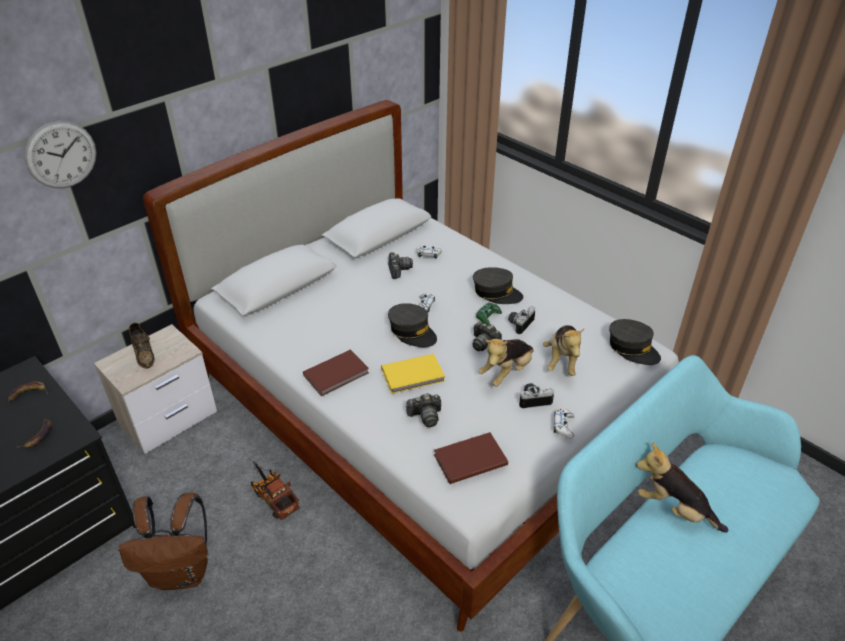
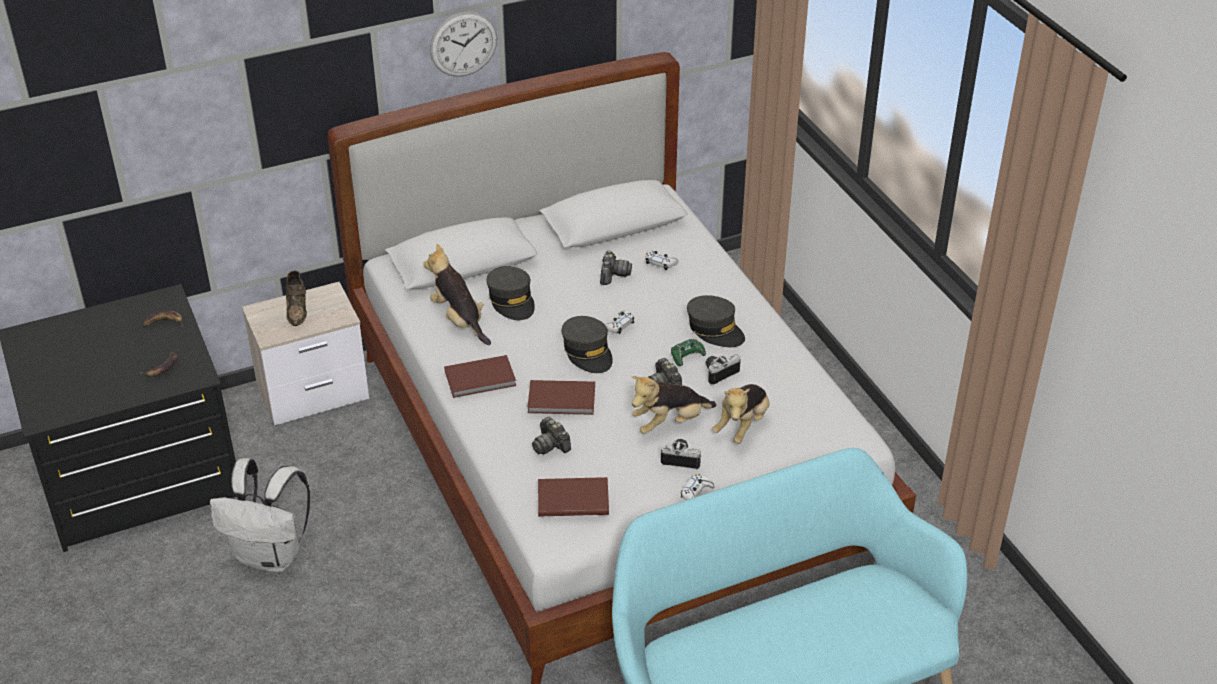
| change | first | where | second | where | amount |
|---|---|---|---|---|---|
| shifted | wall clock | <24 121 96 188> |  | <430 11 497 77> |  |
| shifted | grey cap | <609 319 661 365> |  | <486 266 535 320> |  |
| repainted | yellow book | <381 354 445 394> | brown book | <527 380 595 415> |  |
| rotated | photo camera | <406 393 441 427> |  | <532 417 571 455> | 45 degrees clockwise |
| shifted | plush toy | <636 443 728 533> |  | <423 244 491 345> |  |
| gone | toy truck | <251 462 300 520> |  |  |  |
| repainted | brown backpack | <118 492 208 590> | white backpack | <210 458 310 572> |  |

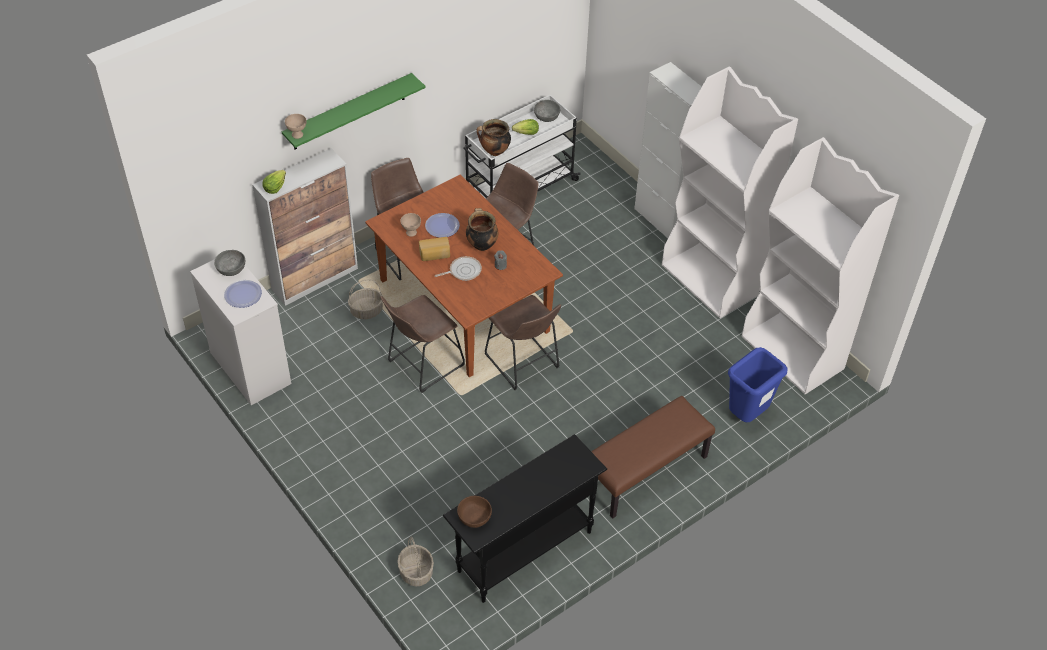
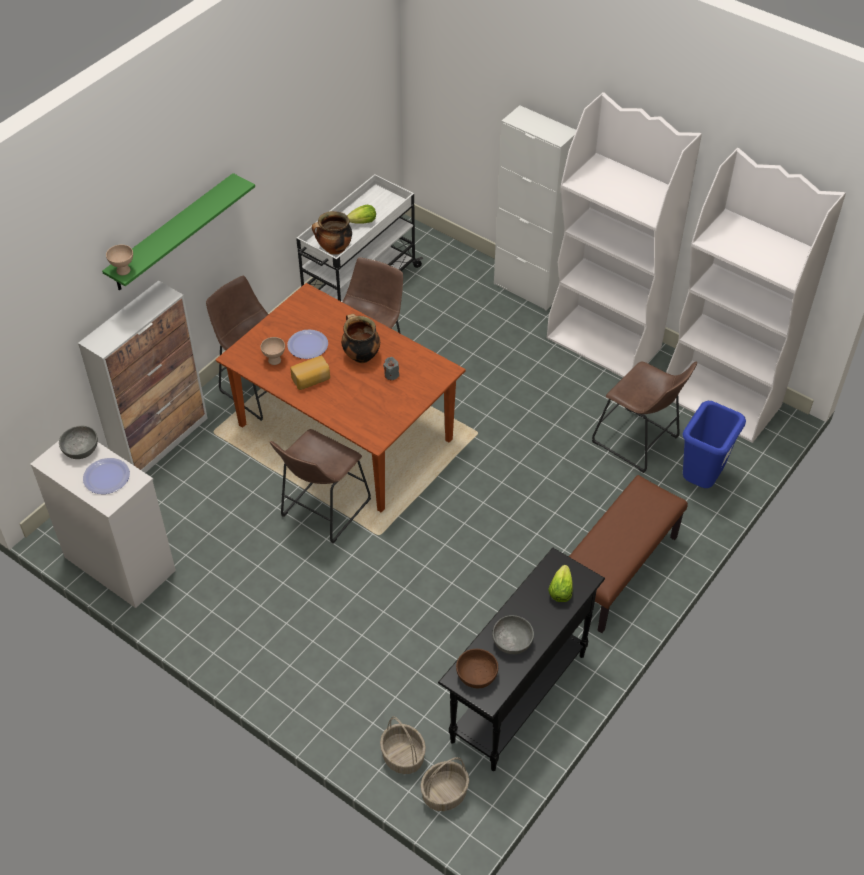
| change | first | where | second | where | amount |
|---|---|---|---|---|---|
| shifted | grey bowl | <534 100 560 122> |  | <492 615 534 654> |  |
| shifted | lettuce | <262 170 286 194> |  | <548 565 573 602> |  |
| gone | frying pan | <435 256 482 281> |  |  |  |
| shifted | basket | <348 279 383 319> |  | <420 757 469 811> |  |
| shifted | brown stool | <485 295 561 390> |  | <592 361 697 473> |  |

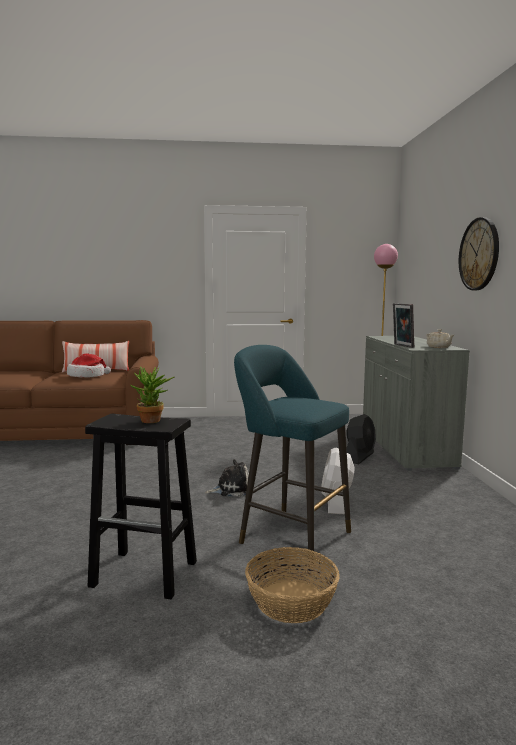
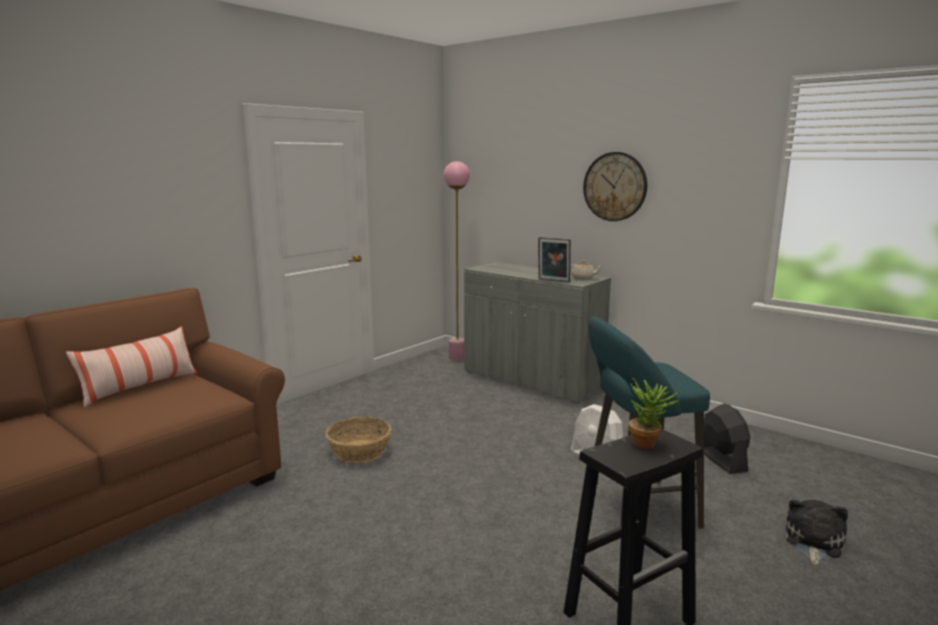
| change | first | where | second | where | amount |
|---|---|---|---|---|---|
| gone | hat | <67 354 111 378> |  |  |  |
| shifted | black fan | <346 414 376 464> |  | <704 403 750 474> |  |
| shifted | plush toy | <205 459 249 497> |  | <786 500 848 565> |  |
| shifted | basket | <245 547 340 623> |  | <326 417 391 463> |  |

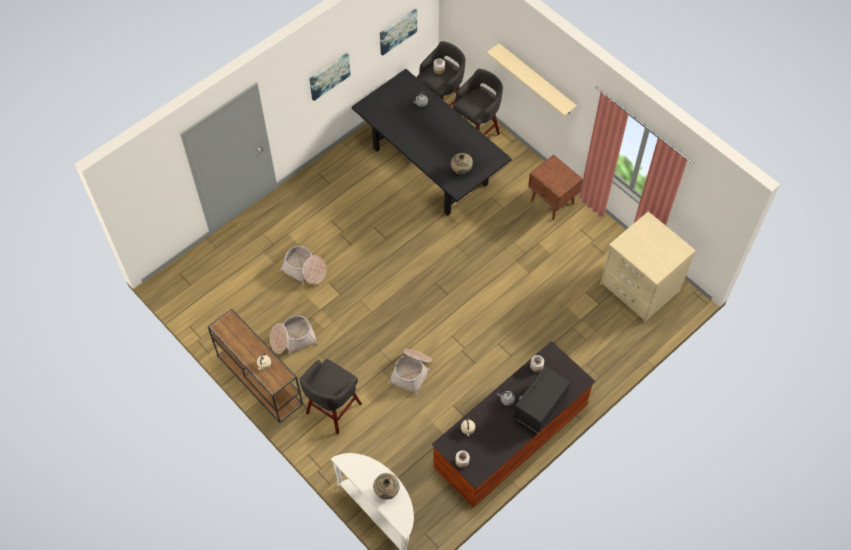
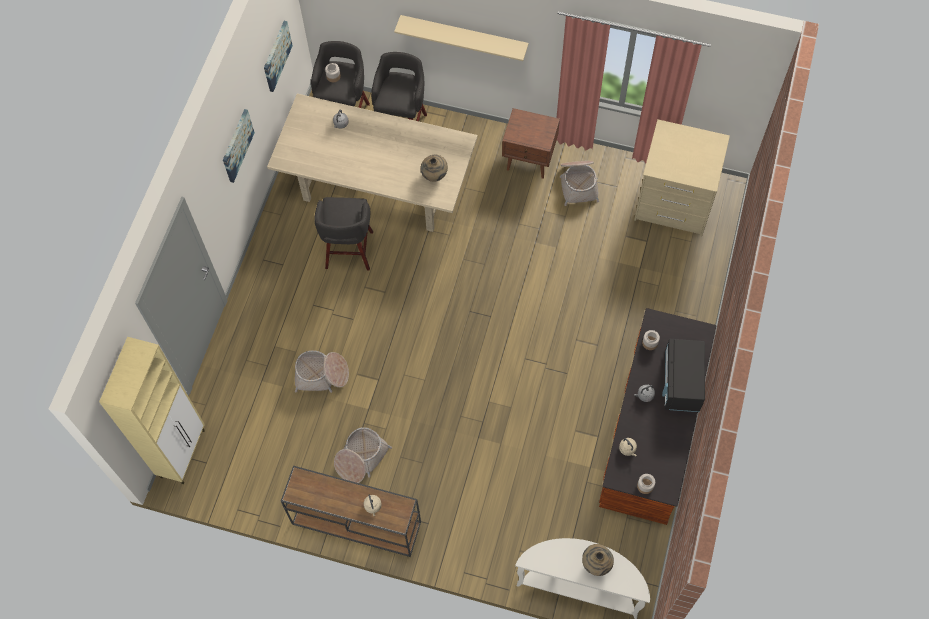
| change | first | where | second | where | amount |
|---|---|---|---|---|---|
| repainted | black dining table | <352 69 512 215> | beige dining table | <267 94 477 232> |  |
| shifted | basket | <388 349 432 396> |  | <560 161 599 206> |  |
| shifted | grey stool | <300 359 362 434> |  | <314 197 373 271> |  |
| new |  |  | beige cabinet | <99 337 205 484> |  |

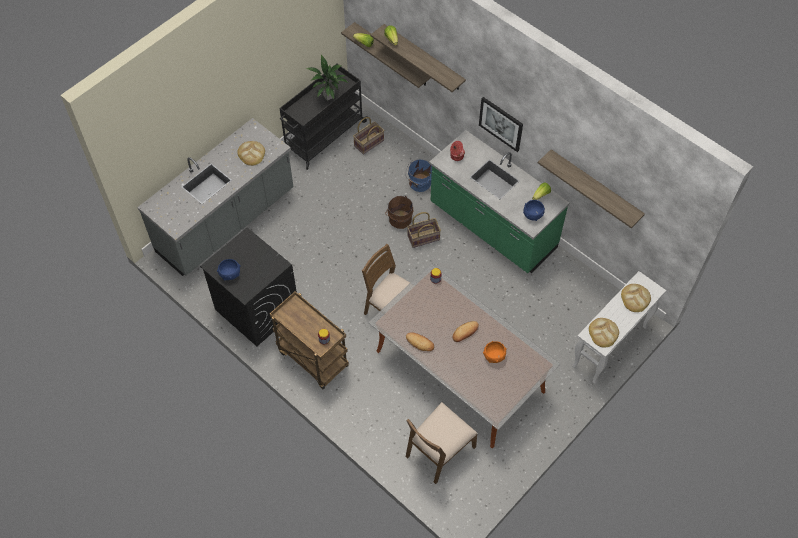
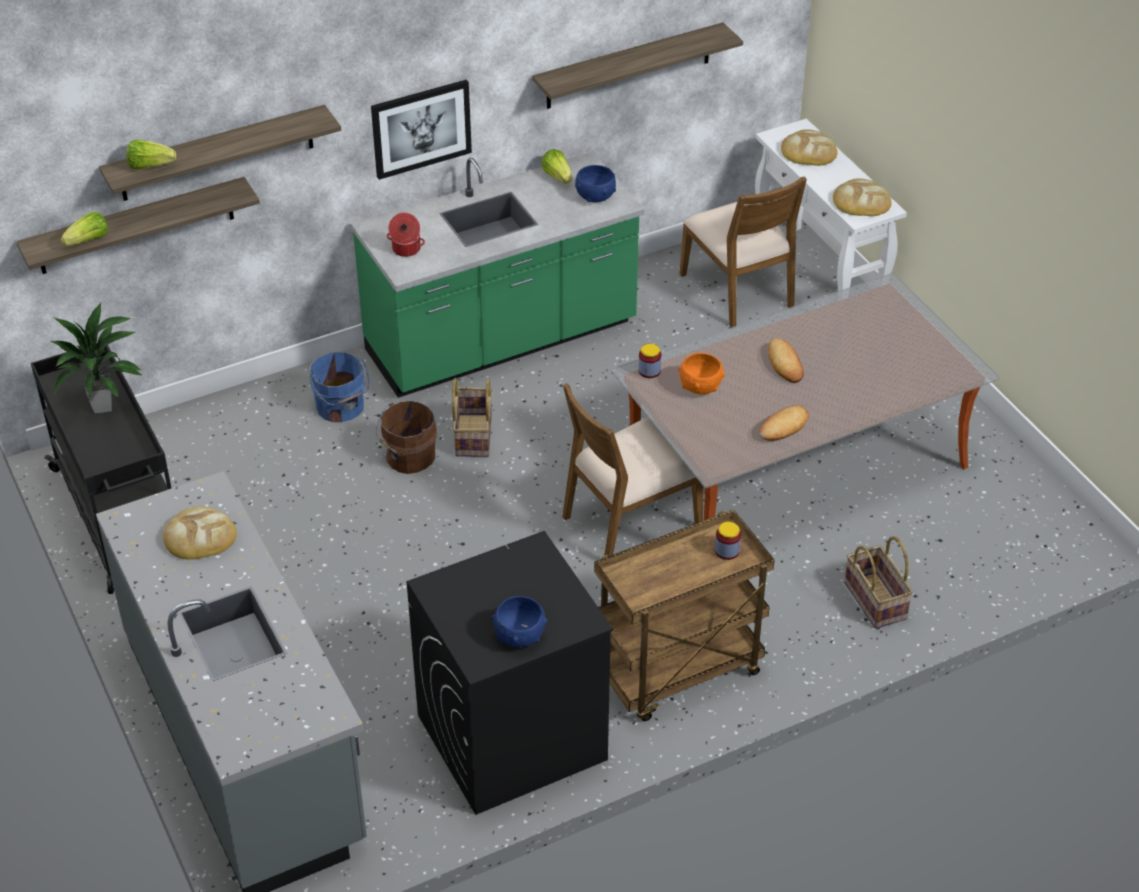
| change | first | where | second | where | amount |
|---|---|---|---|---|---|
| shifted | basket | <353 117 384 155> |  | <844 536 913 629> |  |
| shifted | orange bowl | <483 341 507 363> |  | <678 353 725 394> |  |
| shifted | brown chair | <406 402 478 484> |  | <680 176 807 327> |  |

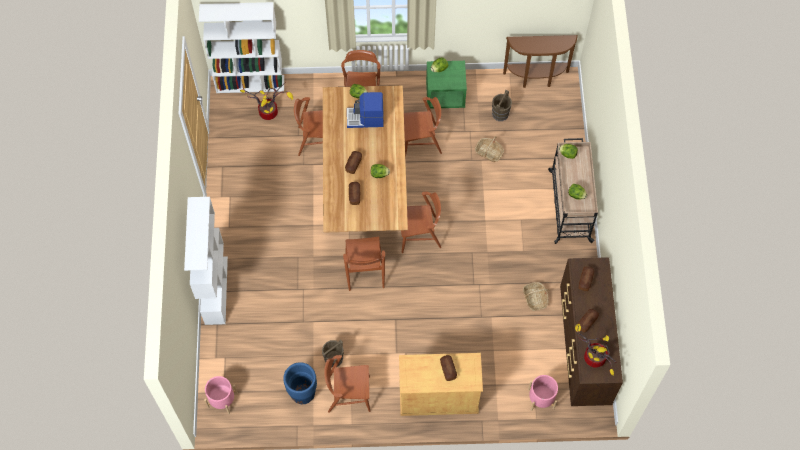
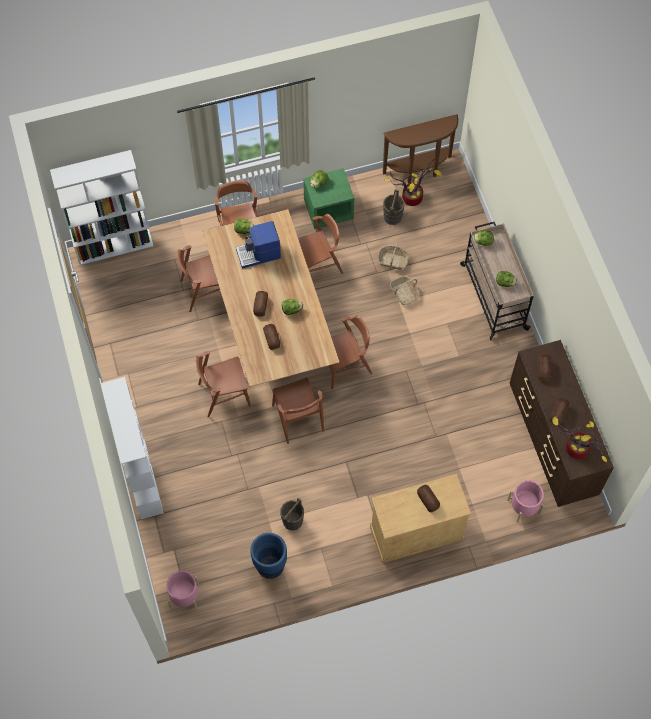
| change | first | where | second | where | amount |
|---|---|---|---|---|---|
| shifted | potted plant | <240 82 293 120> |  | <384 158 442 206> |  |
| shifted | basket | <523 282 549 311> |  | <390 276 419 305> |  |
| shifted | brown chair | <324 355 370 413> |  | <196 351 251 418> |  |

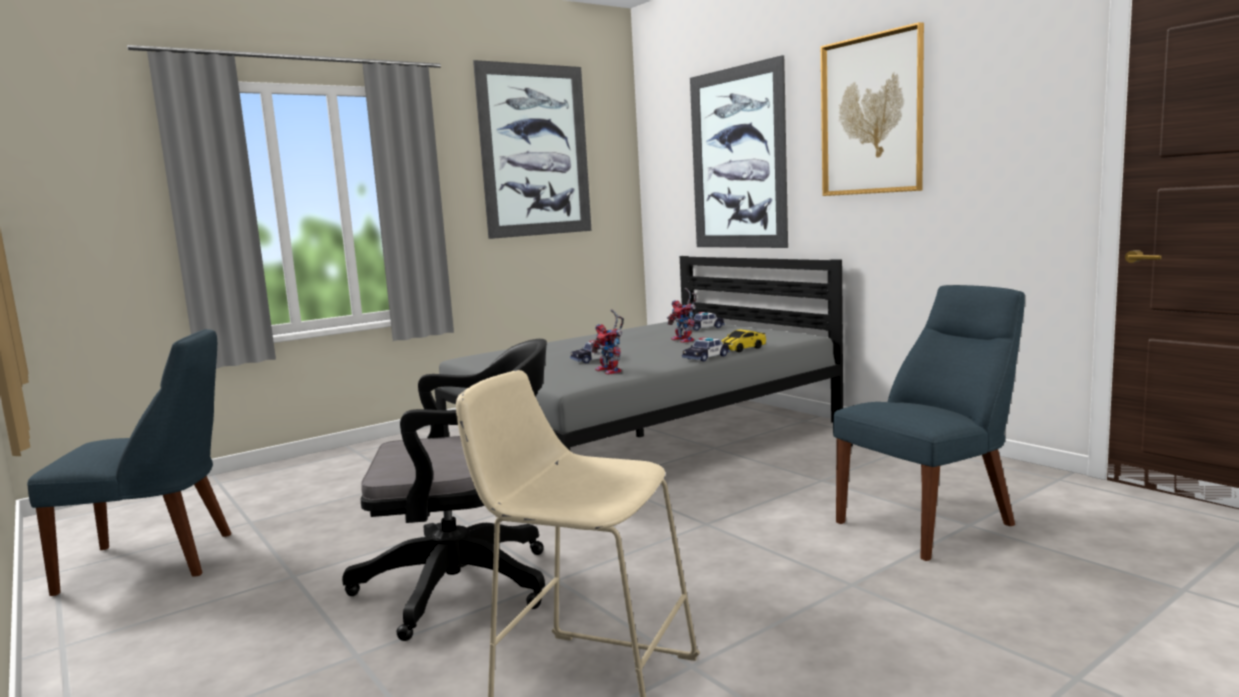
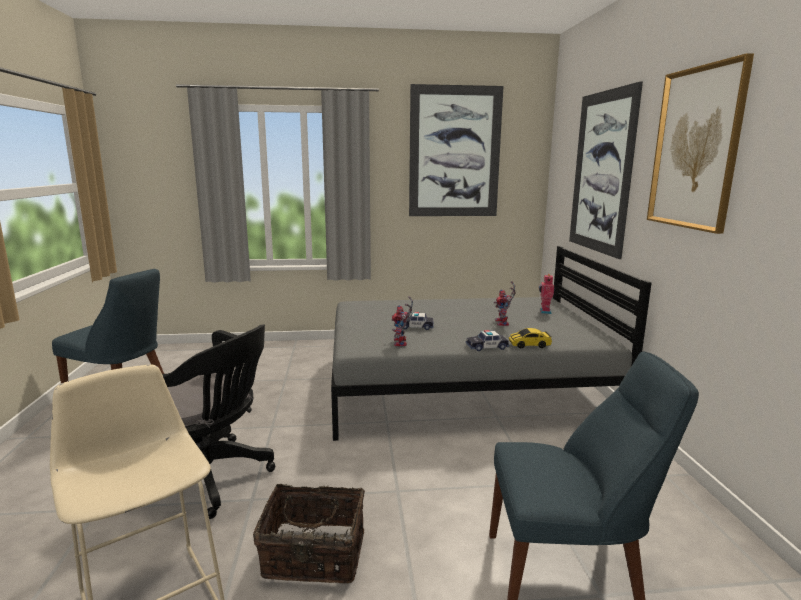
| change | first | where | second | where | amount |
|---|---|---|---|---|---|
| swapped | toy car | <687 312 725 331> | toy robot | <539 274 554 314> |  |
| new |  |  | basket | <253 483 365 583> |  |

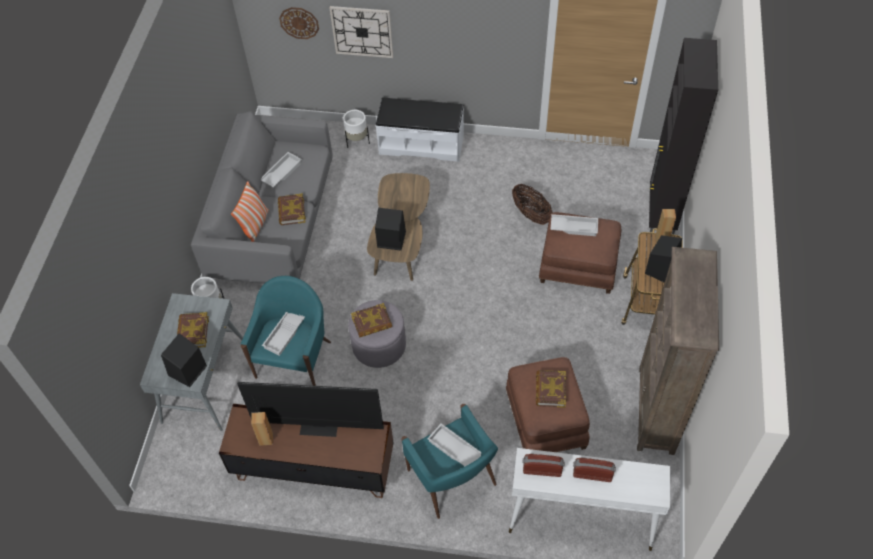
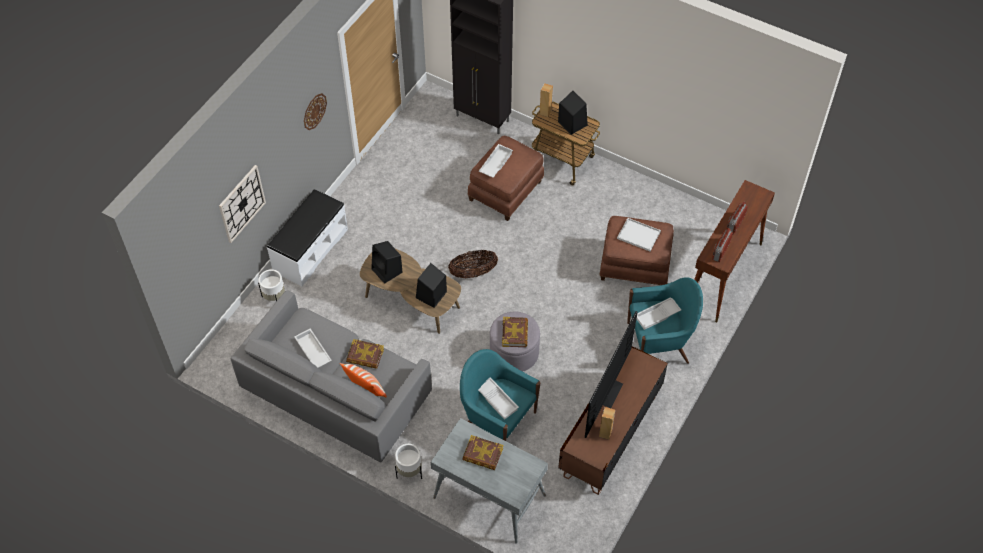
| change | first | where | second | where | amount |
|---|---|---|---|---|---|
| shifted | wall clock | <279 7 319 39> |  | <304 93 327 130> |  |
| shifted | basket | <512 184 553 225> |  | <448 250 498 278> |  |
| gone | brown bookcase | <637 247 719 455> |  |  |  |
| shifted | black speaker | <161 333 207 387> |  | <371 241 403 284> |  |
| swapped | book | <536 370 567 408> | white tray | <617 218 661 251> |  |
| repainted | white console table | <509 448 670 551> | brown console table | <694 180 775 323> |  |

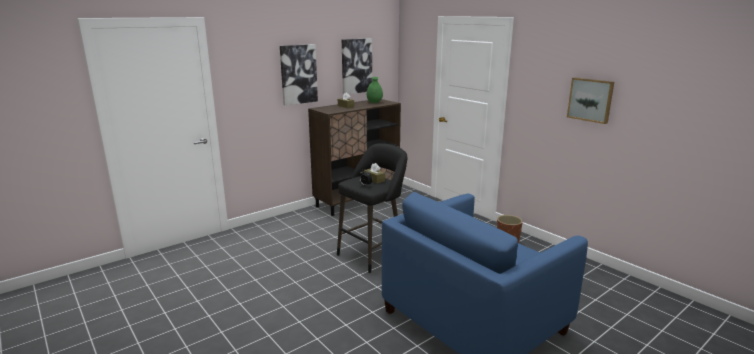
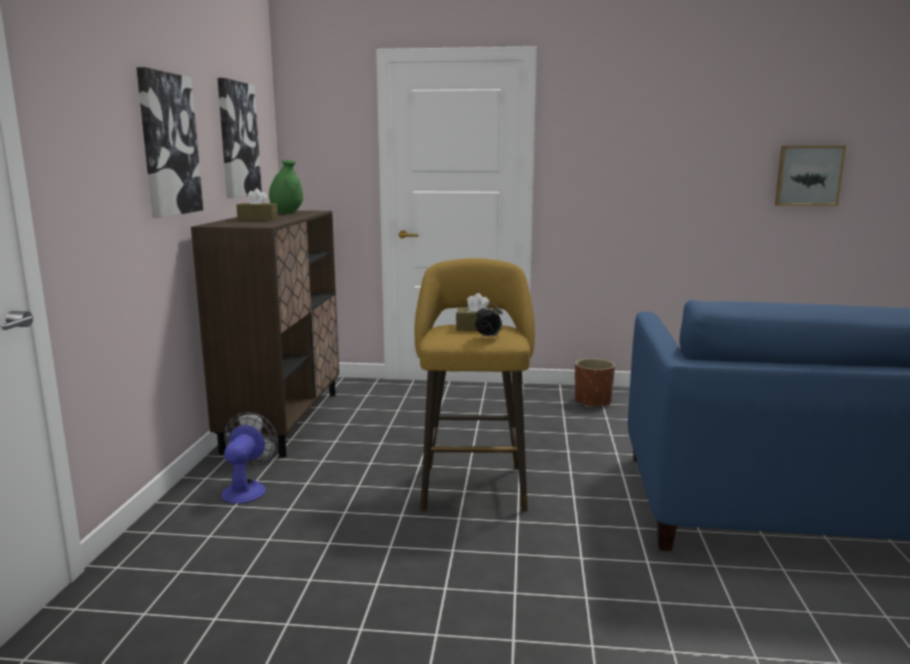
| change | first | where | second | where | amount |
|---|---|---|---|---|---|
| shifted | picture | <567 77 614 124> |  | <775 146 846 206> |  |
| repainted | black stool | <337 143 407 273> | yellow stool | <415 258 535 512> |  |
| new |  |  | fan | <222 412 279 504> |  |

